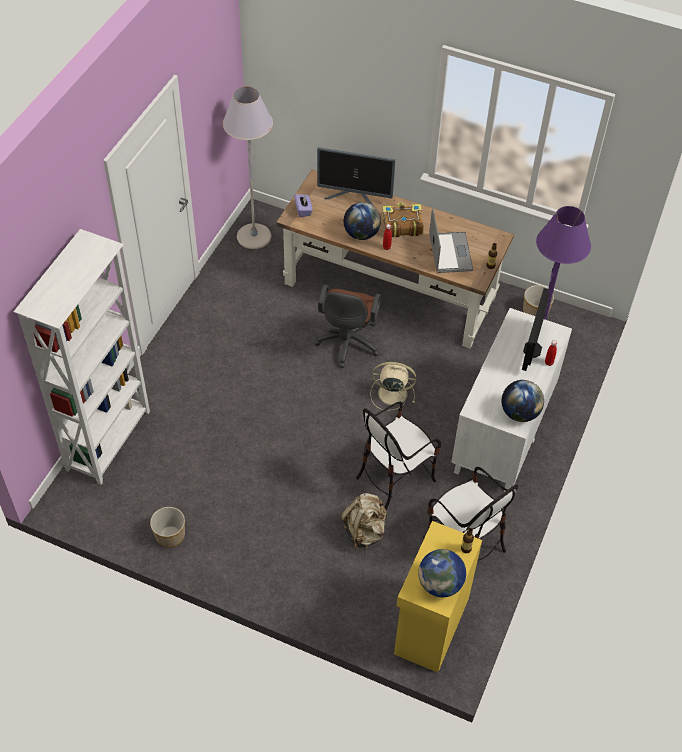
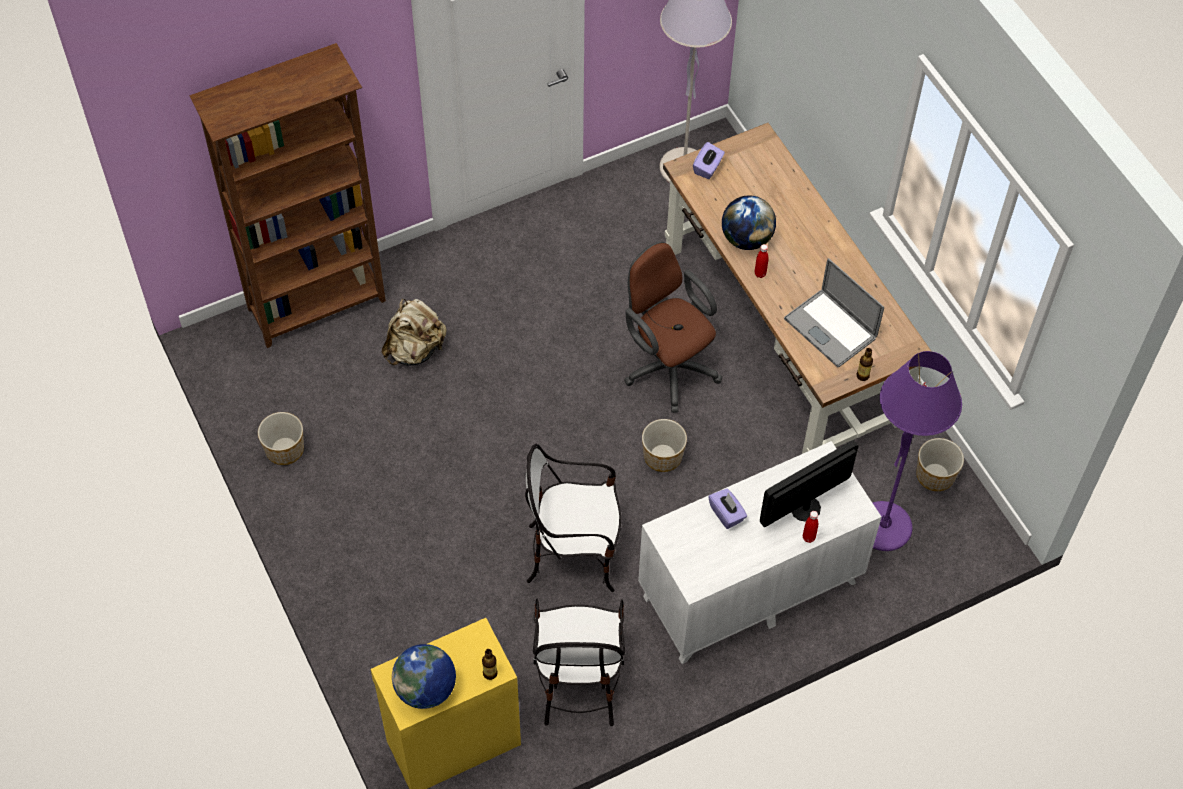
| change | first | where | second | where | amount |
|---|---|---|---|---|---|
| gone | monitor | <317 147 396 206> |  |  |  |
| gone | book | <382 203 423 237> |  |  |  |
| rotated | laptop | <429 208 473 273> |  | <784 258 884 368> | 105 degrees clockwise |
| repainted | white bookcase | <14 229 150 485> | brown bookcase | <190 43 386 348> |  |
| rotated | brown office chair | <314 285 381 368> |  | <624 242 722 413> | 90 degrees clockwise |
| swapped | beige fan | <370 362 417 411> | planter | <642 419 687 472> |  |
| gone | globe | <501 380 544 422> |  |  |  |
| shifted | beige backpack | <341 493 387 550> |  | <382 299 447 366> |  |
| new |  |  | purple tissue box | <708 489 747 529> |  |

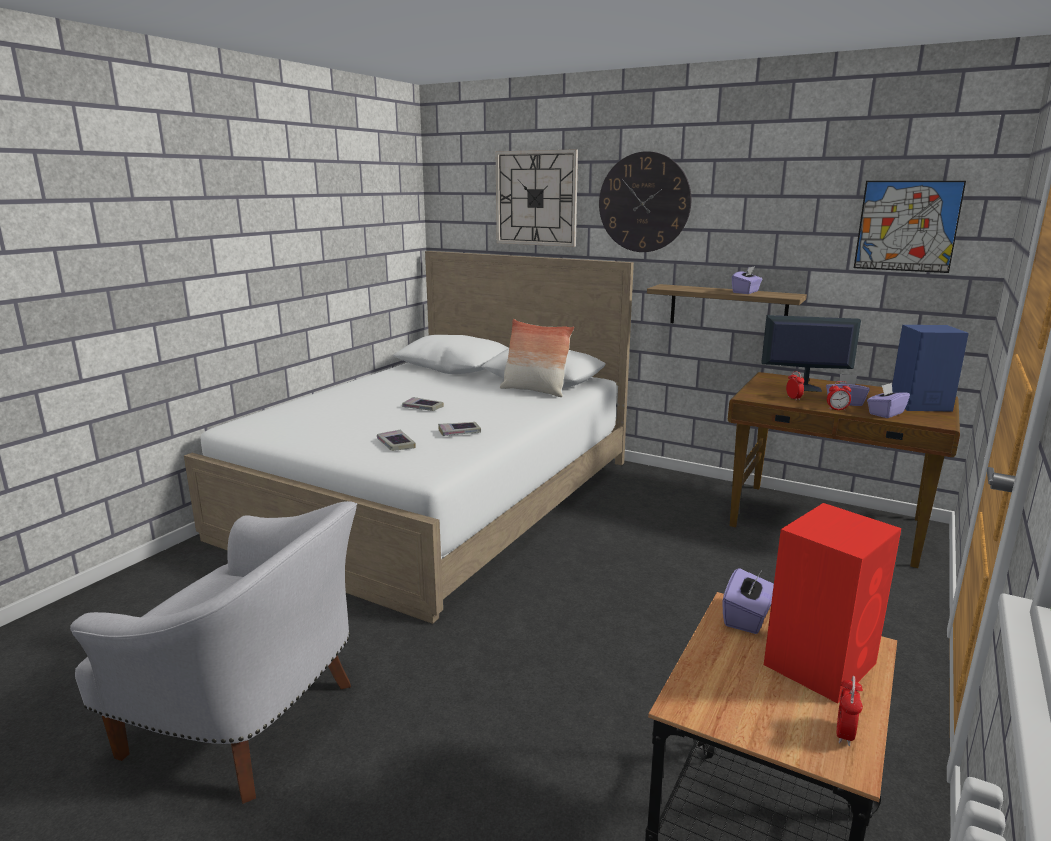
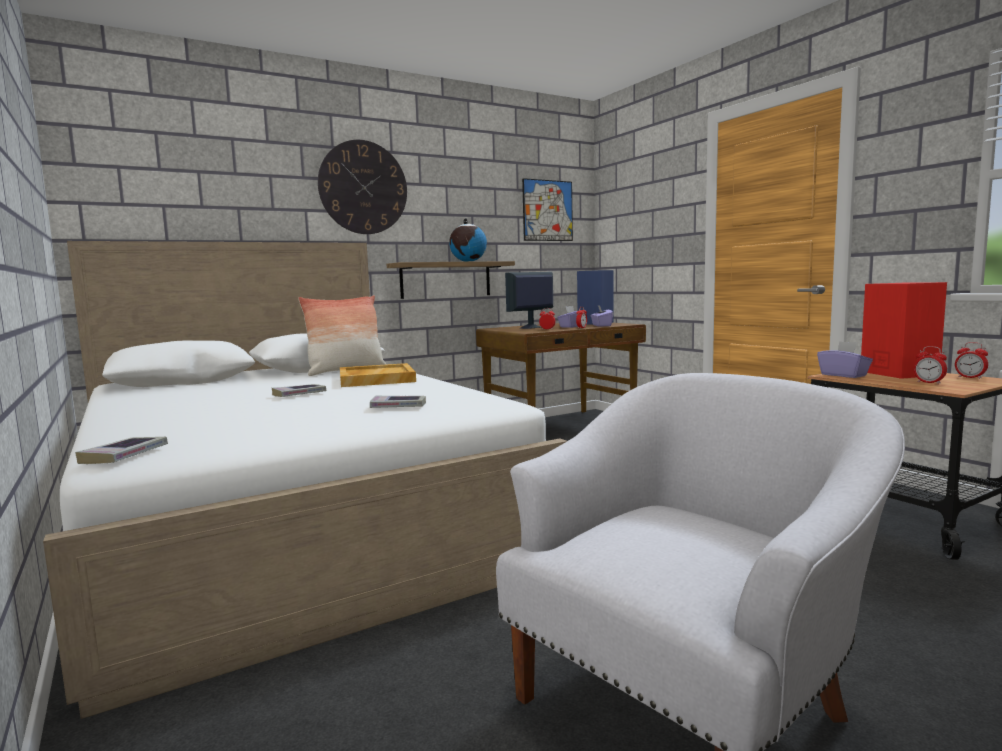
| change | first | where | second | where | amount |
|---|---|---|---|---|---|
| gone | wall clock | <496 149 578 247> |  |  |  |
| swapped | purple tissue box | <732 266 763 294> | globe | <449 218 487 262> |  |
| shifted | book | <438 422 481 436> |  | <75 437 168 464> |  |
| new |  |  | alarm clock | <914 346 947 384> |  |
| new |  |  | beige tray | <340 363 416 387> |  |

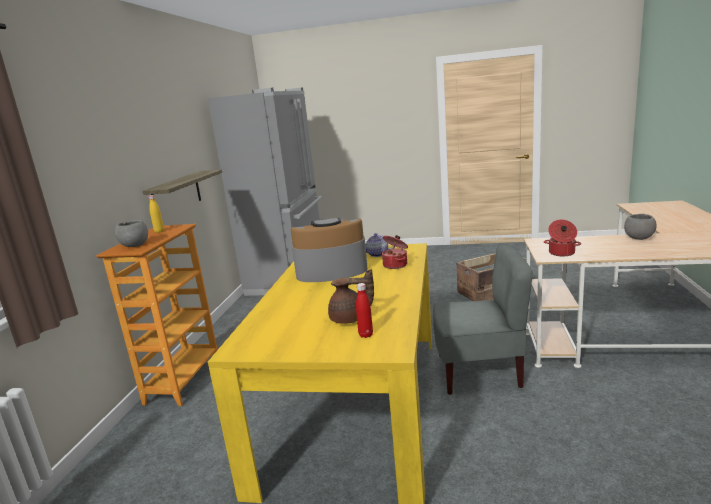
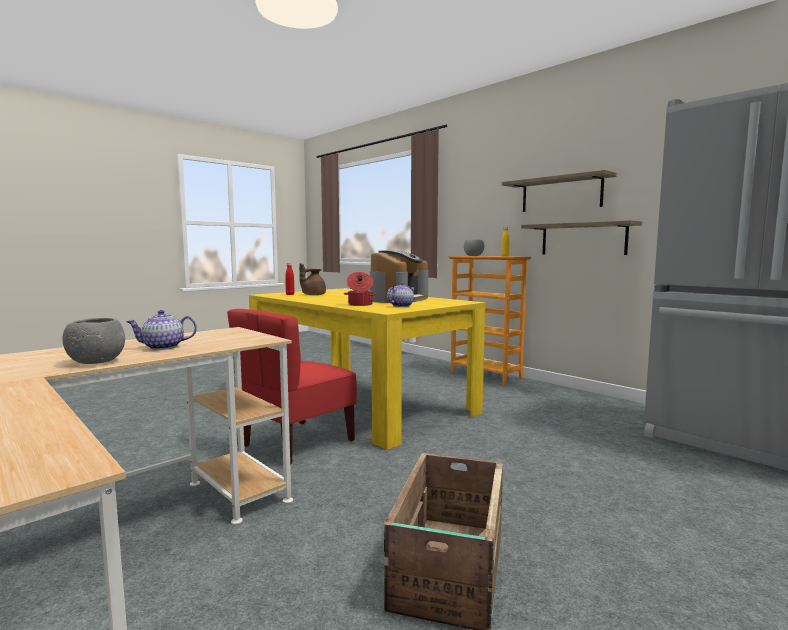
| change | first | where | second | where | amount |
|---|---|---|---|---|---|
| gone | cooking pot | <544 220 581 256> |  |  |  |
| repainted | grey chair | <433 244 533 395> | red chair | <227 309 357 465> |  |
| new |  |  | shelf | <502 170 617 212> |  |
| new |  |  | teapot | <126 310 197 350> |  |

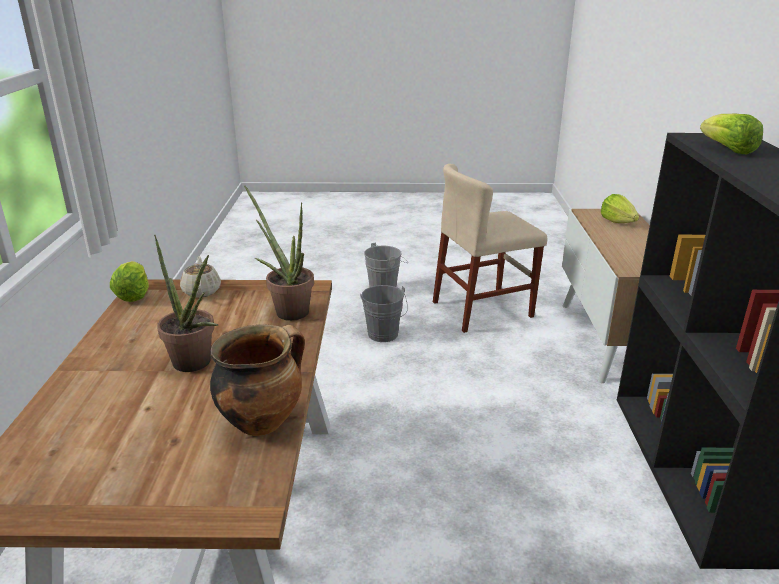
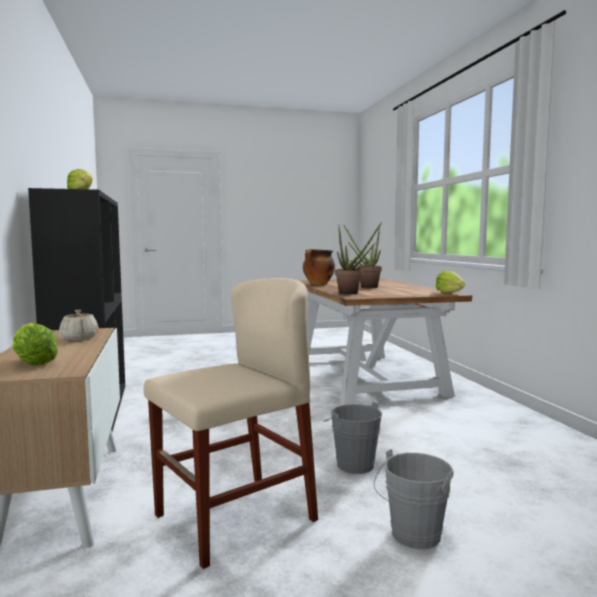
| change | first | where | second | where | amount |
|---|---|---|---|---|---|
| shifted | beige teapot | <180 256 221 297> |  | <59 310 99 340> |  |

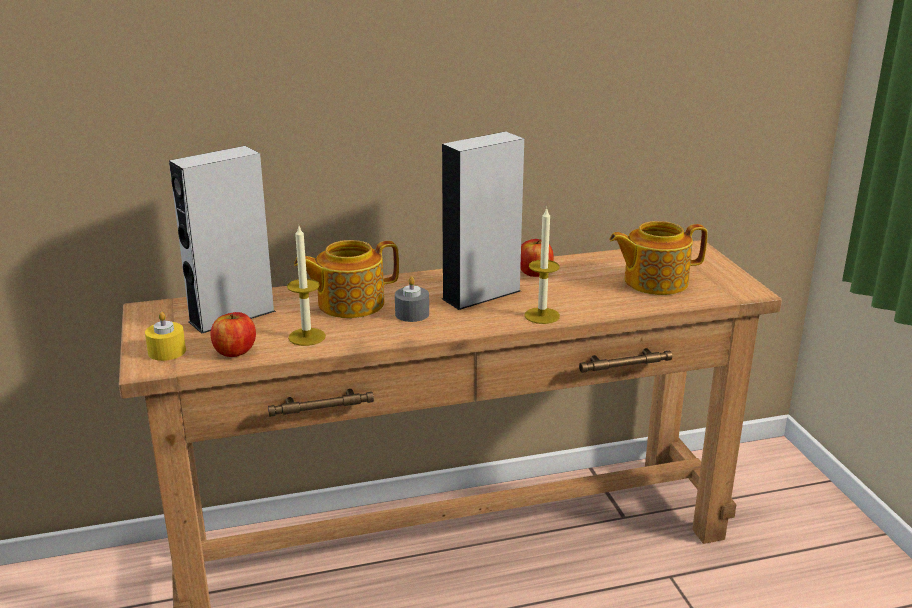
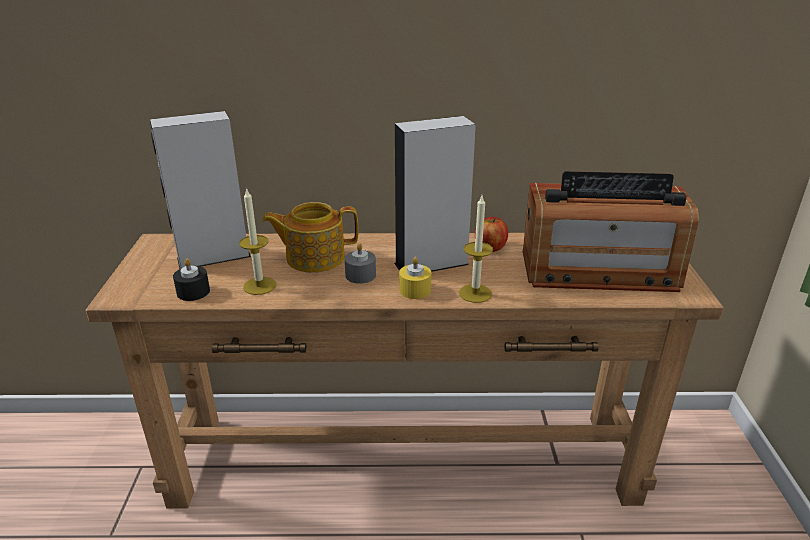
| change | first | where | second | where | amount |
|---|---|---|---|---|---|
| swapped | teapot | <609 221 708 295> | radio | <523 171 699 292> |  |
| shifted | yellow candle | <145 312 186 361> |  | <399 257 431 299> |  |
| swapped | apple | <211 312 256 357> | black candle | <173 259 210 301> |  |

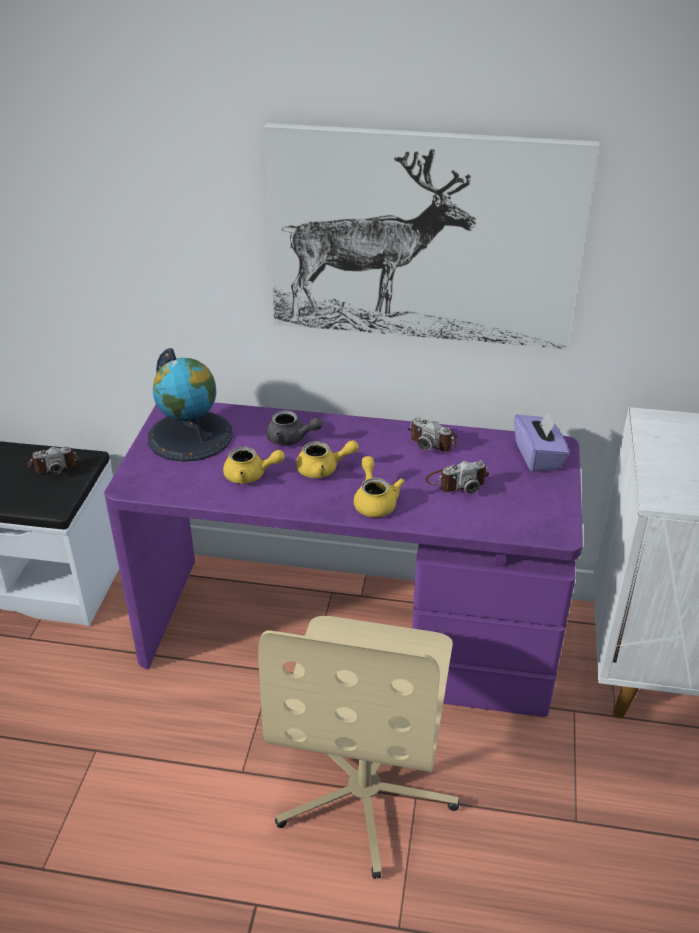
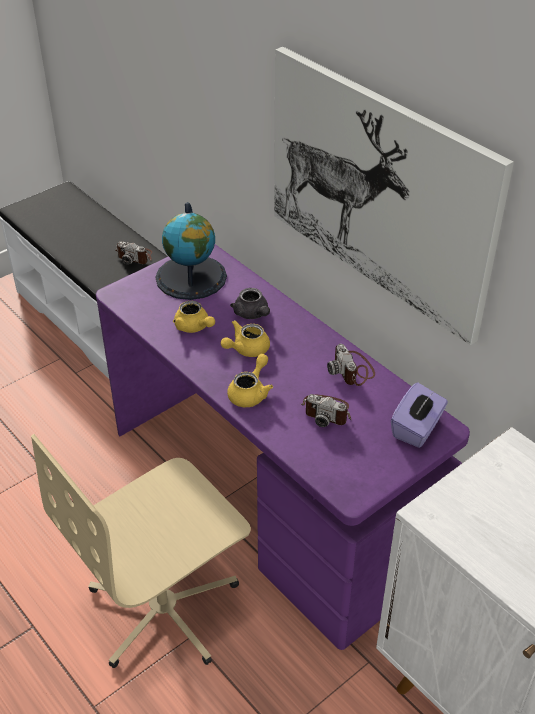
| change | first | where | second | where | amount |
|---|---|---|---|---|---|
| rotated | yellow teapot | <296 440 359 478> |  | <221 320 270 357> | 105 degrees clockwise |

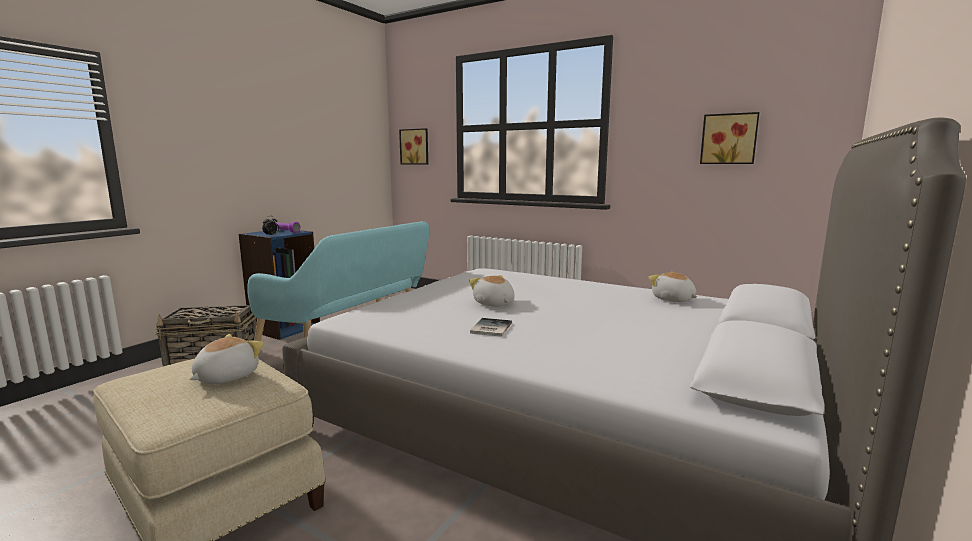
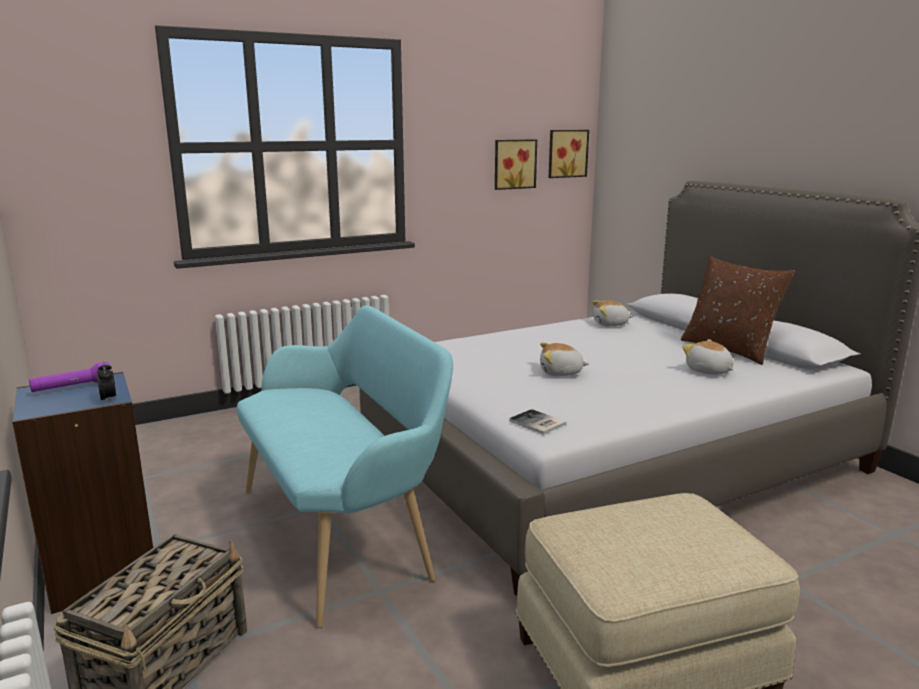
| change | first | where | second | where | amount |
|---|---|---|---|---|---|
| shifted | picture | <399 128 428 164> |  | <549 130 589 178> |  |
| shifted | book | <470 318 512 337> |  | <509 409 566 435> |  |
| shifted | plush toy | <189 334 264 384> |  | <682 339 734 375> |  |
| new |  |  | brown pillow | <681 257 795 365> |  |

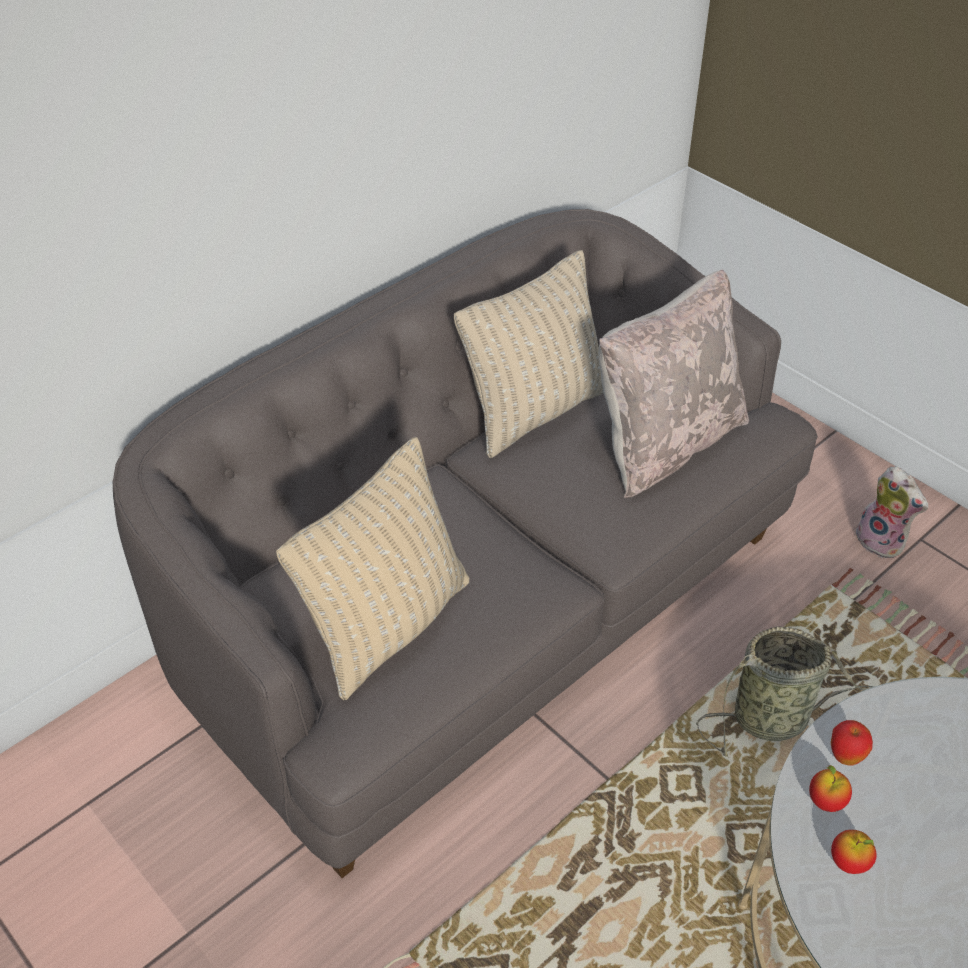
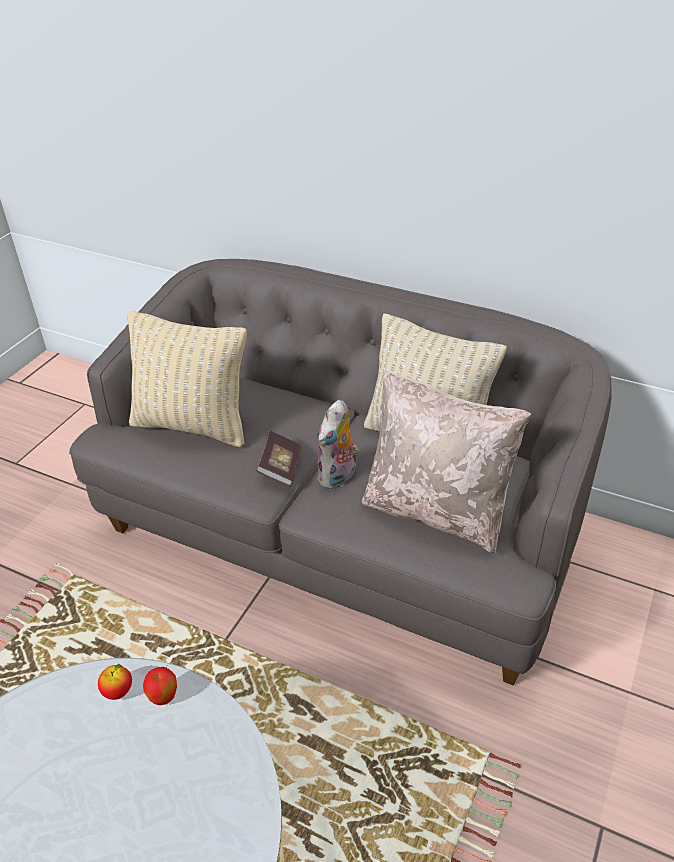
| change | first | where | second | where | amount |
|---|---|---|---|---|---|
| shifted | plush toy | <852 466 928 559> |  | <317 400 358 490> |  |
| gone | basket | <696 626 874 758> |  |  |  |
| gone | apple | <831 830 877 874> |  |  |  |
| new |  |  | book | <257 431 302 486> |  |

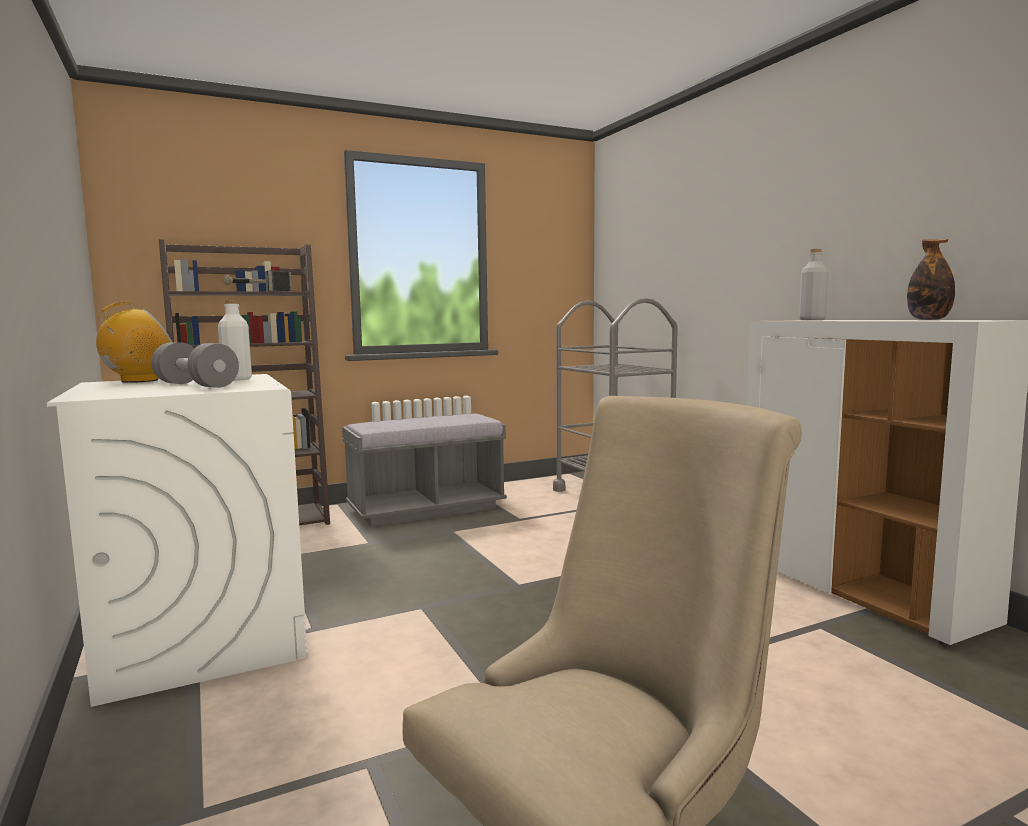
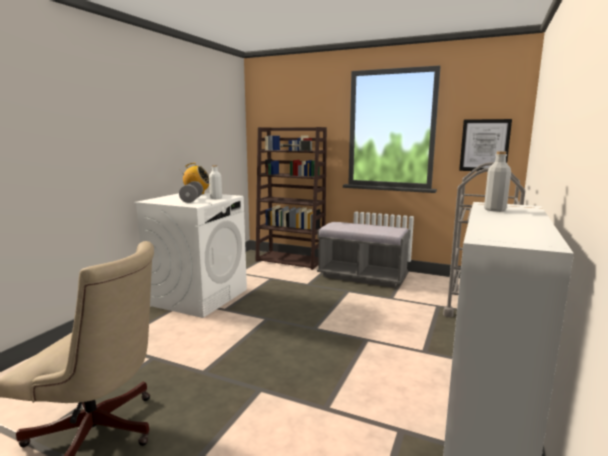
| change | first | where | second | where | amount |
|---|---|---|---|---|---|
| gone | bottle | <907 239 955 320> |  |  |  |
| new |  |  | picture | <459 119 512 171> |  |

